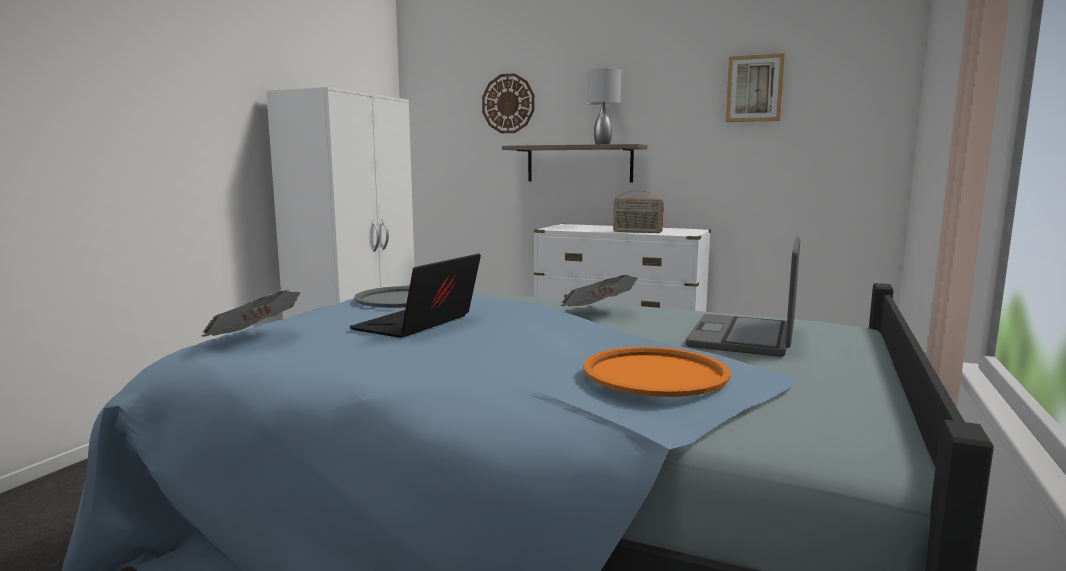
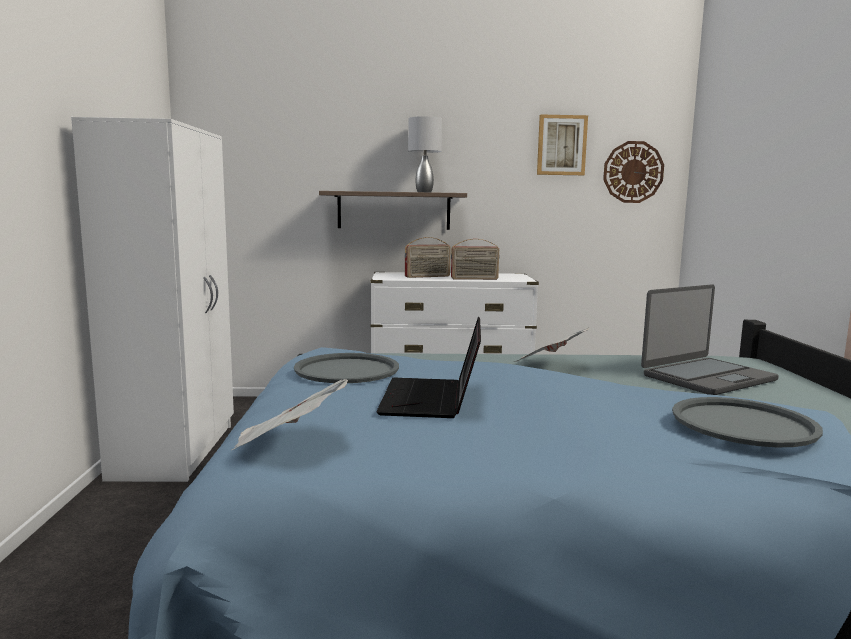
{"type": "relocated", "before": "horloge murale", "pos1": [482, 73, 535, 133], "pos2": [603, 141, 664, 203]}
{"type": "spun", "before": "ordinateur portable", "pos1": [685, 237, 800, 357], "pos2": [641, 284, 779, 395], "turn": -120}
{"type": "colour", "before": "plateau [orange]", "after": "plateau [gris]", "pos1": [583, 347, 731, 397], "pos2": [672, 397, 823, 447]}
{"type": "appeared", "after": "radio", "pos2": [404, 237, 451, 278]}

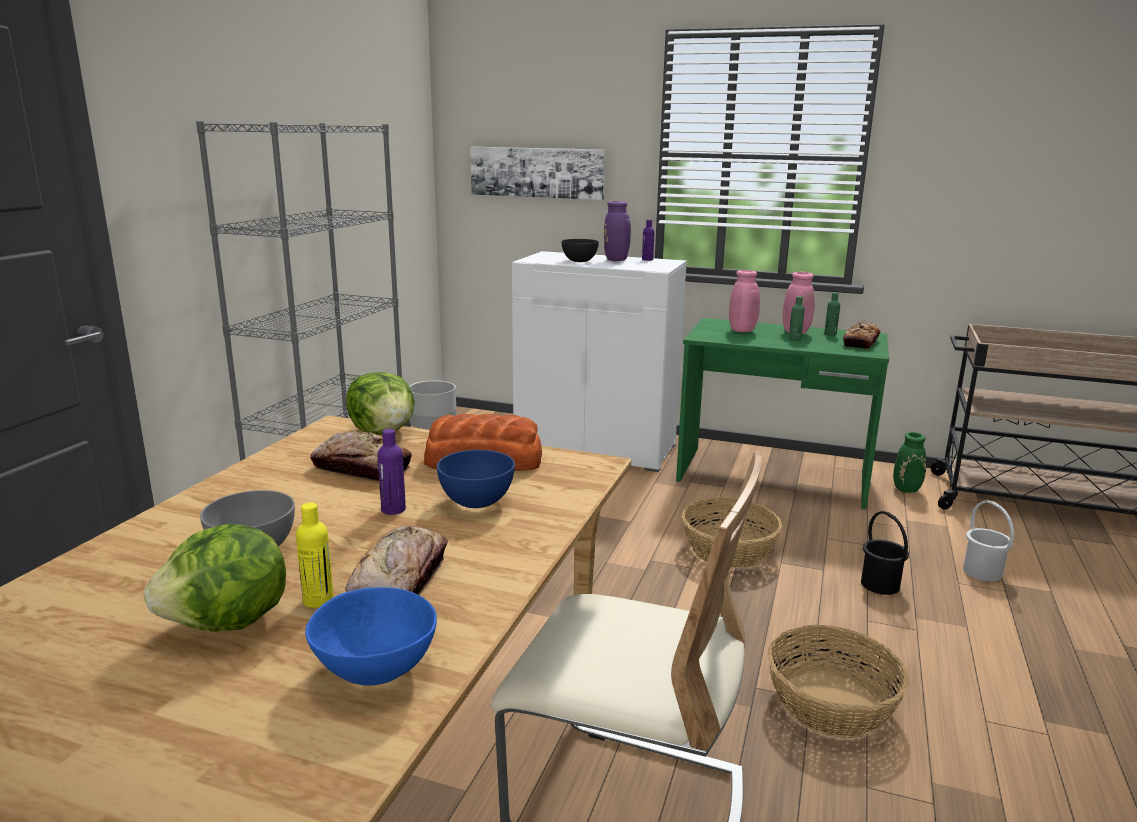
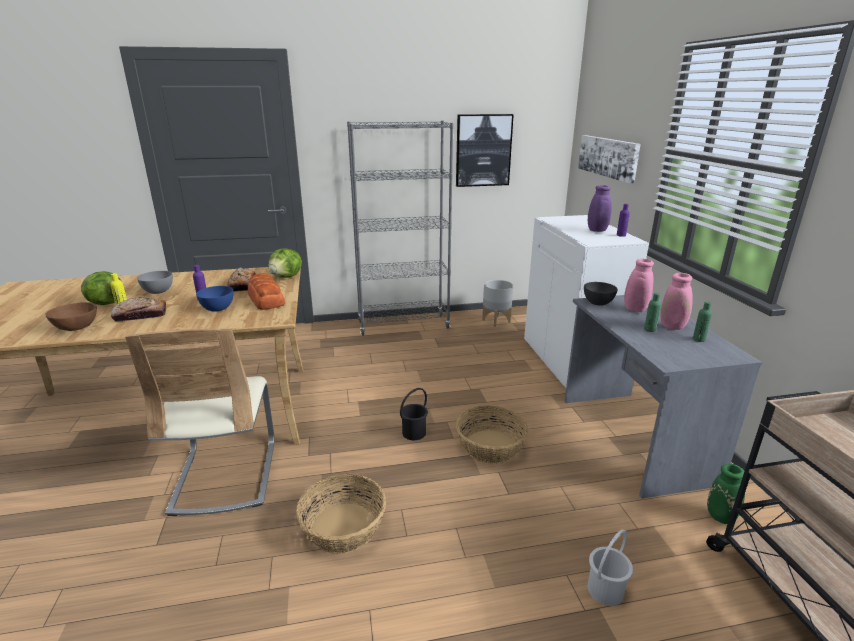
{"type": "relocated", "before": "bol [gris]", "pos1": [562, 239, 599, 262], "pos2": [584, 282, 618, 306]}
{"type": "colour", "before": "bureau [vert]", "after": "bureau [gris]", "pos1": [676, 318, 889, 509], "pos2": [564, 295, 762, 498]}
{"type": "missing", "before": "pain", "pos1": [843, 320, 881, 349]}
{"type": "relocated", "before": "seau [noir]", "pos1": [861, 511, 909, 595], "pos2": [400, 388, 428, 440]}
{"type": "colour", "before": "bol [bleu]", "after": "bol [marron]", "pos1": [305, 587, 437, 686], "pos2": [45, 302, 97, 331]}
{"type": "appeared", "after": "tableau", "pos2": [456, 114, 514, 187]}

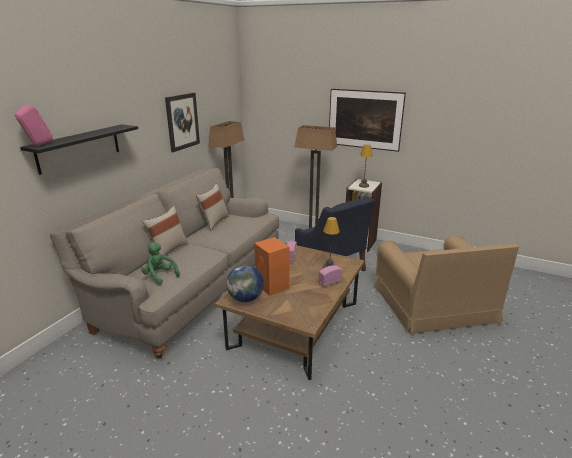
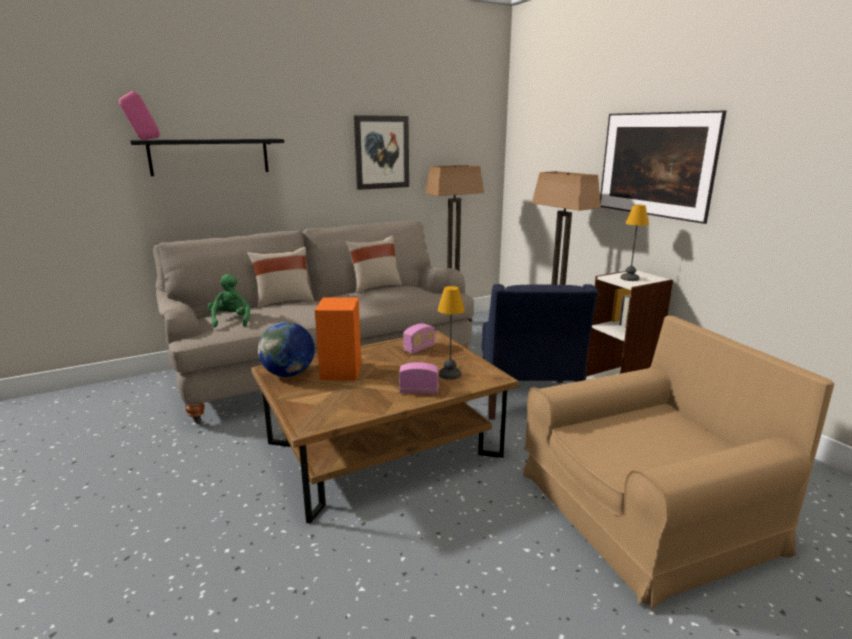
{"type": "spun", "before": "fauteuil [marron]", "pos1": [374, 235, 519, 336], "pos2": [523, 316, 835, 611], "turn": -135}

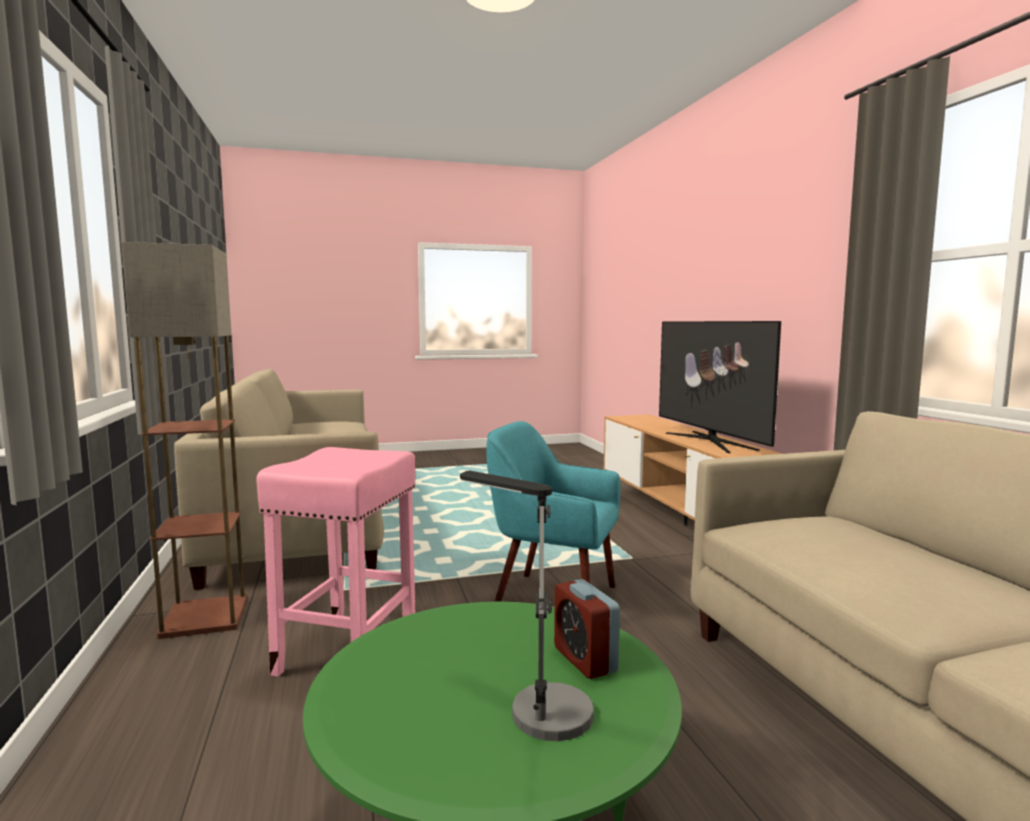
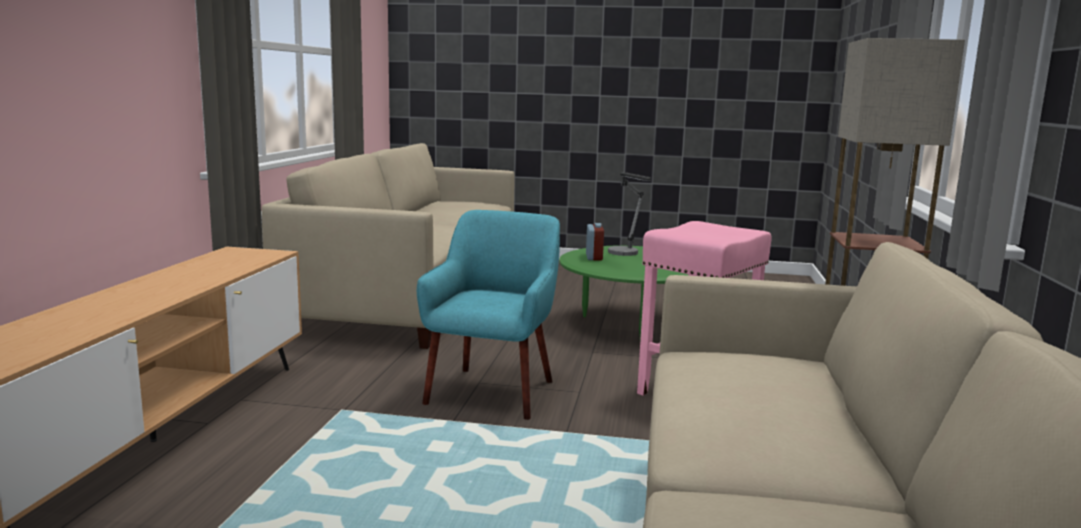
{"type": "missing", "before": "téléviseur", "pos1": [659, 321, 781, 453]}
{"type": "spun", "before": "fauteuil [turquoise]", "pos1": [486, 421, 621, 602], "pos2": [417, 210, 560, 420], "turn": -120}

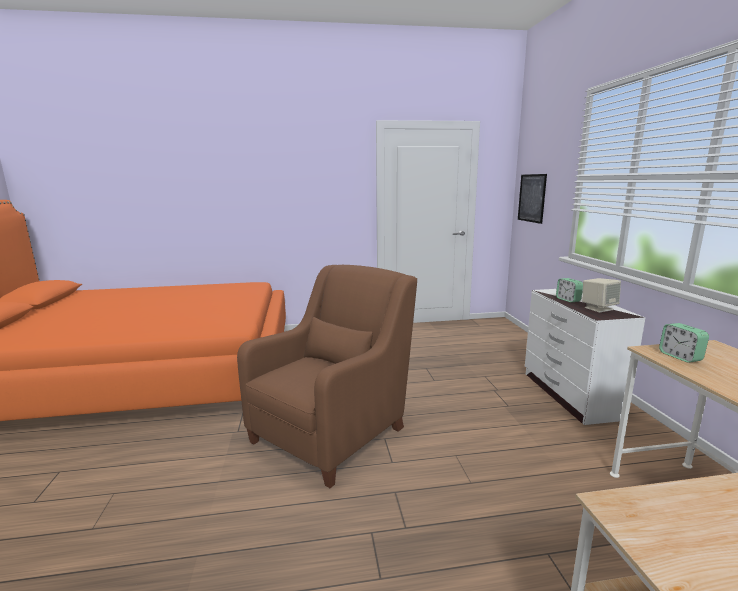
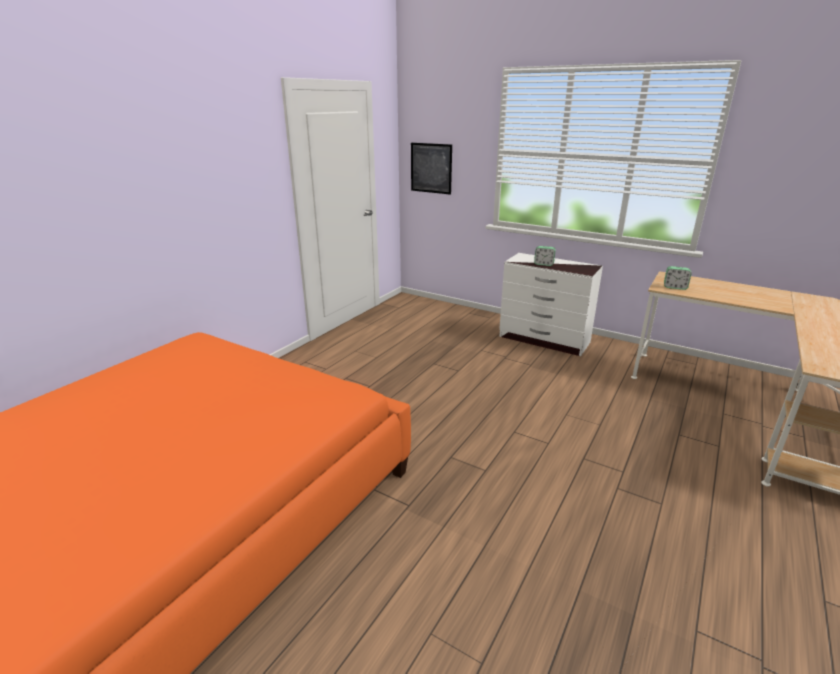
{"type": "missing", "before": "fauteuil [marron]", "pos1": [237, 265, 417, 488]}
{"type": "missing", "before": "enceinte [beige]", "pos1": [582, 278, 621, 313]}

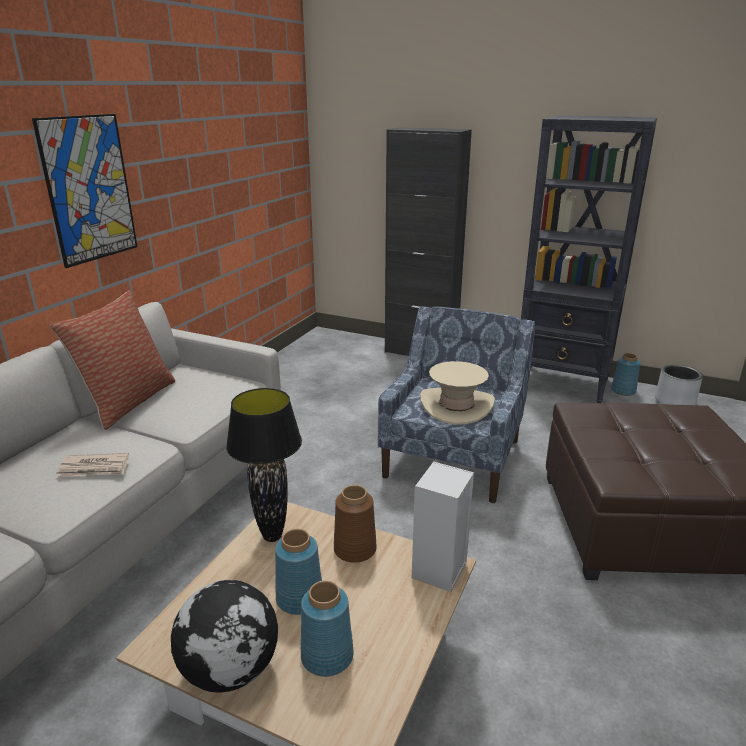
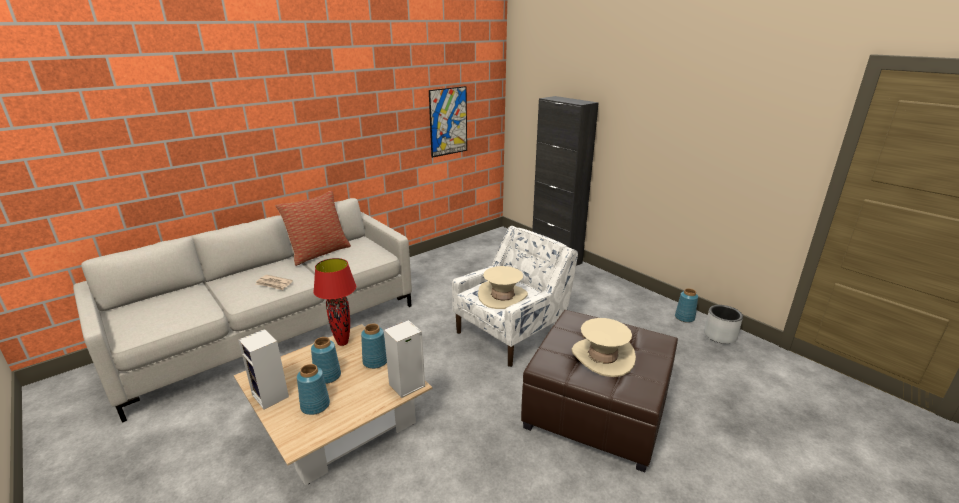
{"type": "relocated", "before": "tableau", "pos1": [32, 114, 138, 268], "pos2": [429, 86, 467, 158]}
{"type": "missing", "before": "bibliothèque [noir]", "pos1": [521, 115, 657, 403]}
{"type": "colour", "before": "fauteuil [bleu]", "after": "fauteuil [blanc]", "pos1": [378, 306, 535, 503], "pos2": [452, 226, 578, 367]}
{"type": "colour", "before": "lampe de table [noir]", "after": "lampe de table [rouge]", "pos1": [226, 388, 302, 542], "pos2": [313, 258, 356, 346]}
{"type": "colour", "before": "vase [marron]", "after": "vase [bleu]", "pos1": [334, 485, 377, 563], "pos2": [361, 324, 387, 369]}
{"type": "exchanged", "before": "globe", "after": "enceinte", "pos1": [171, 580, 278, 693], "pos2": [238, 329, 289, 409]}
{"type": "appeared", "after": "chapeau [beige]", "pos2": [572, 318, 636, 377]}

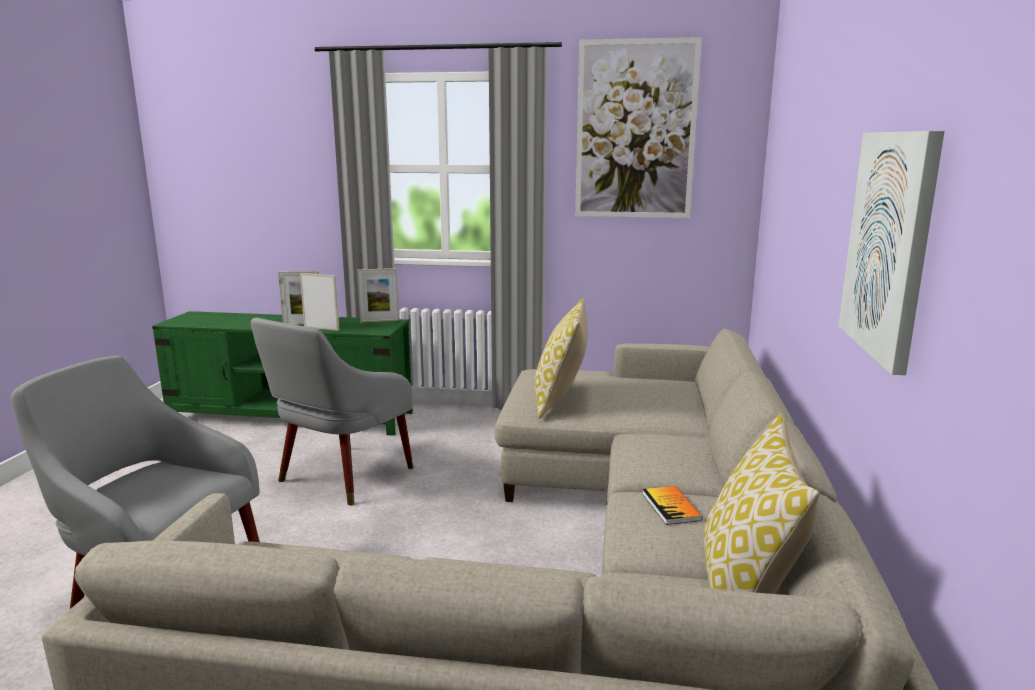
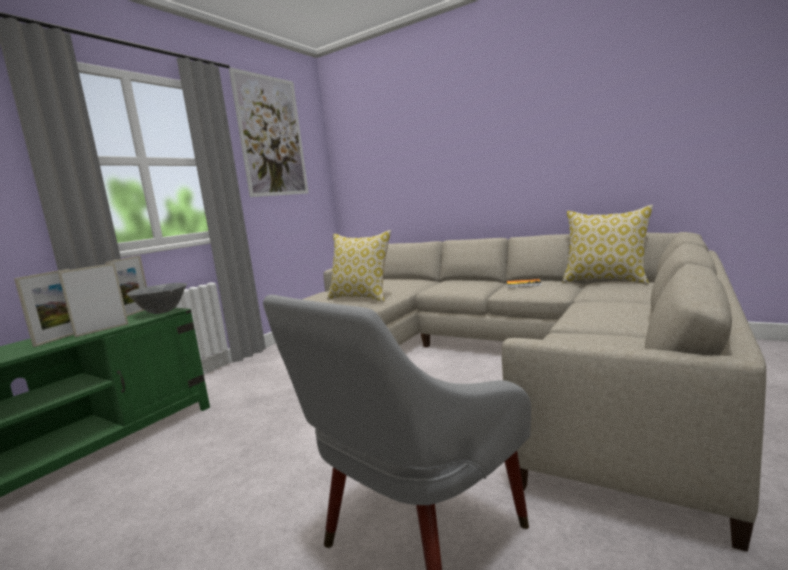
{"type": "missing", "before": "tableau", "pos1": [839, 131, 945, 375]}
{"type": "missing", "before": "fauteuil [gris]", "pos1": [251, 318, 413, 506]}
{"type": "appeared", "after": "bol [gris]", "pos2": [126, 283, 187, 314]}

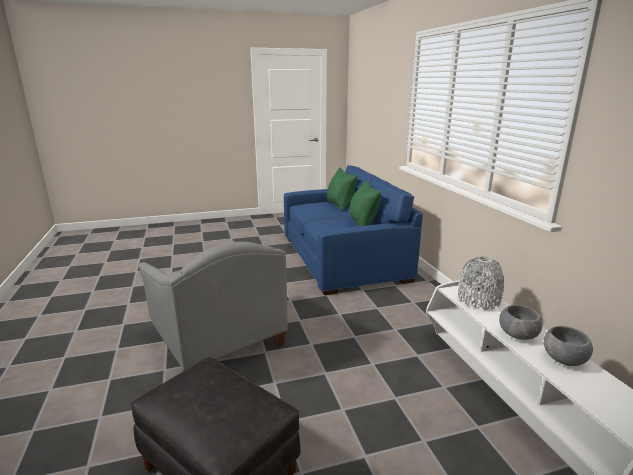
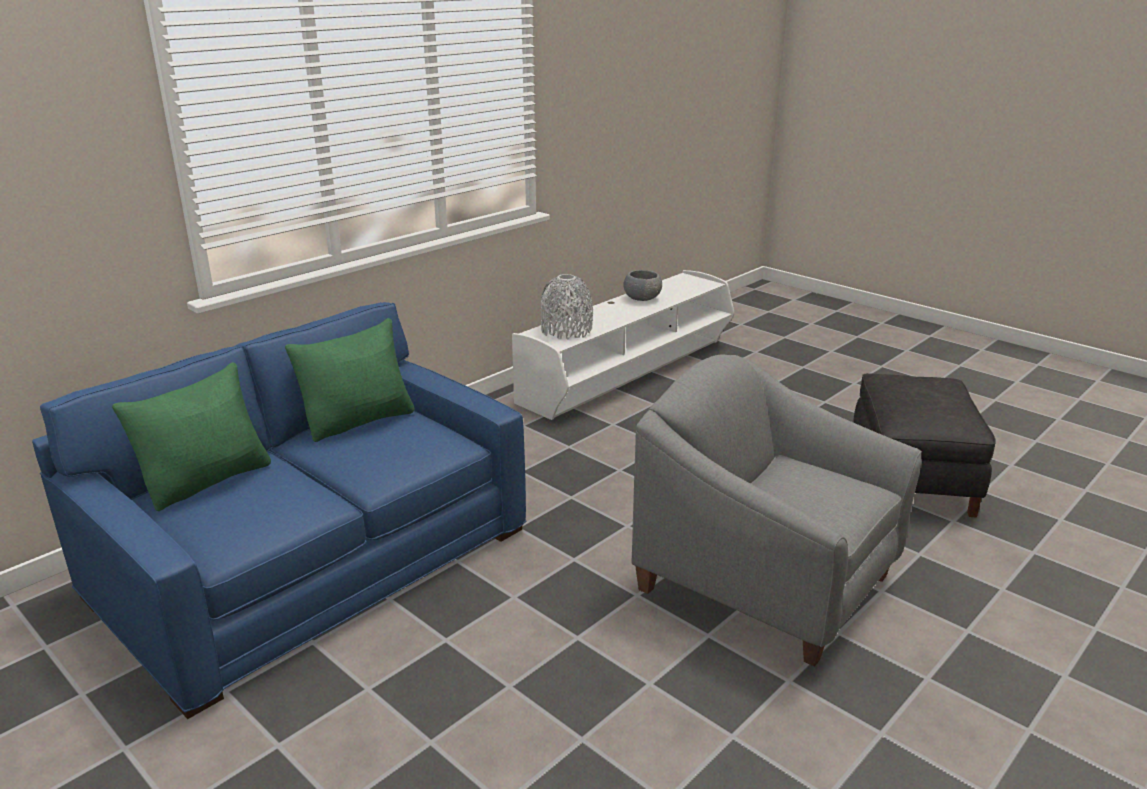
{"type": "spun", "before": "fauteuil [gris]", "pos1": [138, 241, 288, 371], "pos2": [631, 354, 922, 667], "turn": -75}
{"type": "missing", "before": "bol [gris]", "pos1": [499, 305, 543, 340]}

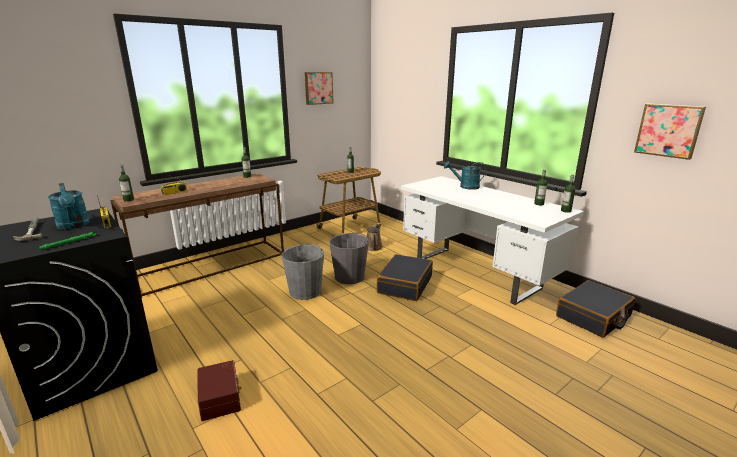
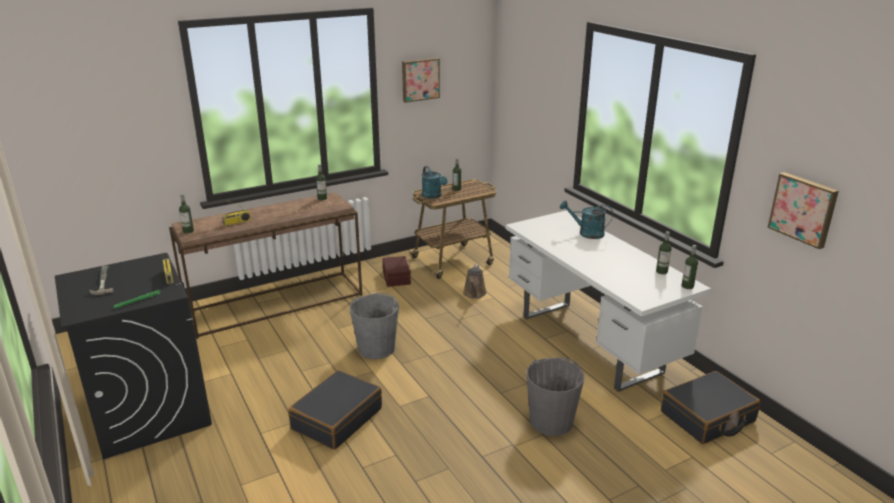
{"type": "relocated", "before": "arrosoir [turquoise]", "pos1": [48, 183, 90, 230], "pos2": [422, 166, 448, 199]}
{"type": "relocated", "before": "seau [gris]", "pos1": [329, 233, 369, 284], "pos2": [526, 358, 584, 436]}
{"type": "relocated", "before": "valise [noir]", "pos1": [377, 254, 433, 301], "pos2": [289, 370, 382, 450]}
{"type": "relocated", "before": "boîte de rangement [marron]", "pos1": [197, 360, 241, 421], "pos2": [383, 256, 411, 287]}

